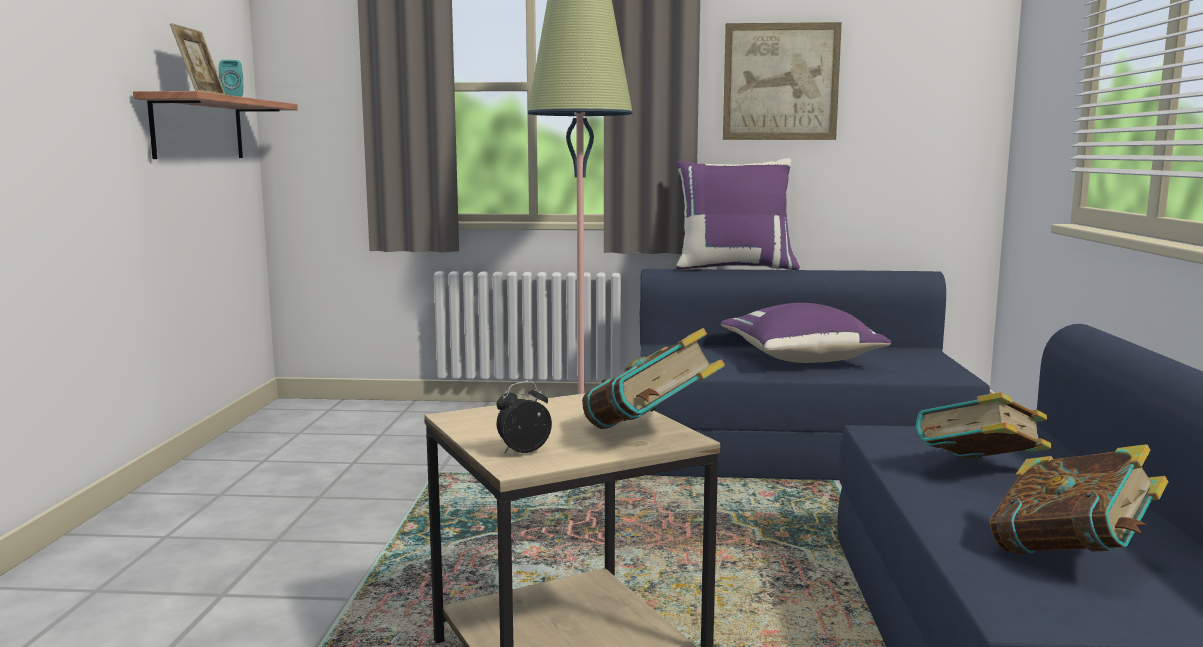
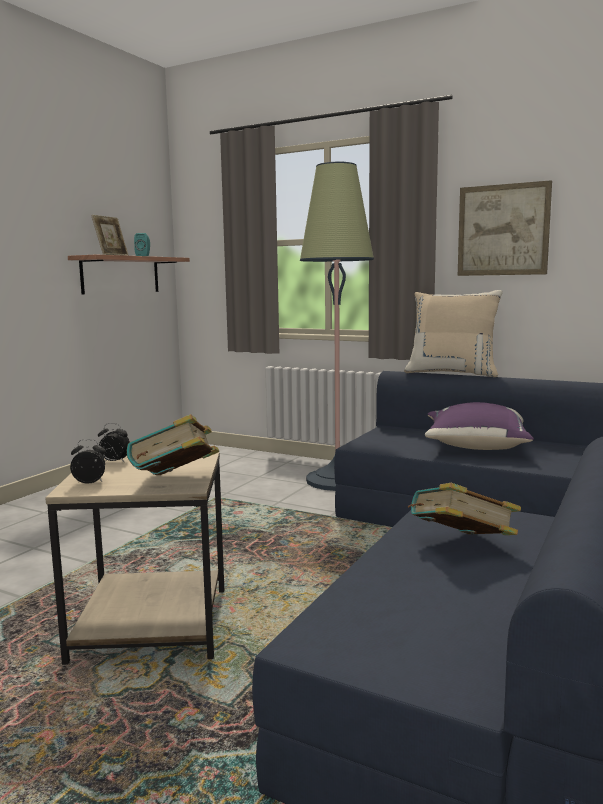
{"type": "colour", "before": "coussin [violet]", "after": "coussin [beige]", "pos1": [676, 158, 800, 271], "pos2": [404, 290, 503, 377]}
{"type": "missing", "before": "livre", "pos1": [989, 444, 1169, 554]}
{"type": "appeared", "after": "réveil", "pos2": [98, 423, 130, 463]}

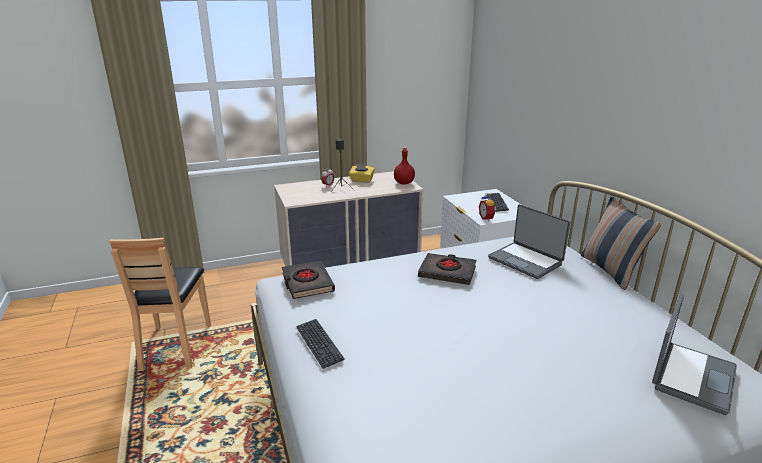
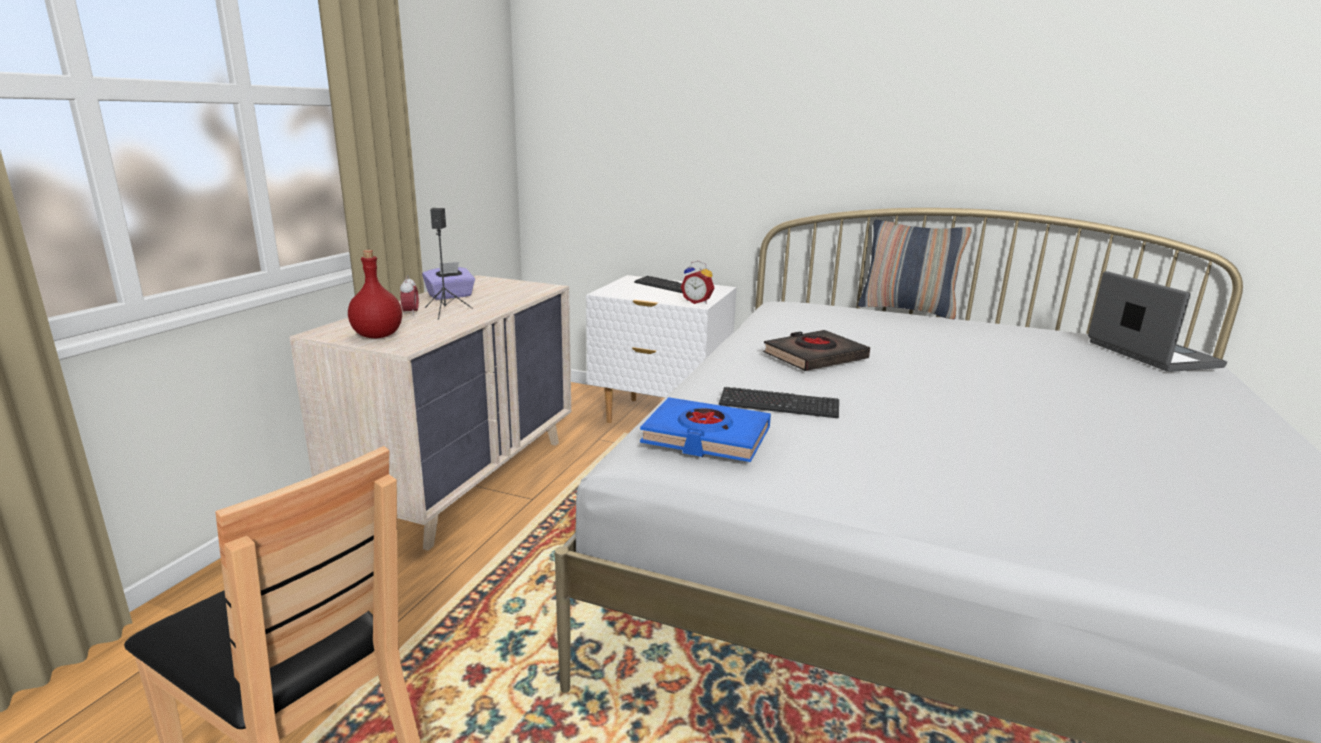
{"type": "relocated", "before": "bouteille [rouge]", "pos1": [394, 147, 415, 184], "pos2": [348, 250, 402, 338]}
{"type": "colour", "before": "boîte à mouchoirs [jaune]", "after": "boîte à mouchoirs [violet]", "pos1": [349, 164, 375, 183], "pos2": [422, 262, 475, 300]}
{"type": "missing", "before": "ordinateur portable", "pos1": [488, 204, 570, 279]}
{"type": "colour", "before": "livre [noir]", "after": "livre [bleu]", "pos1": [282, 261, 335, 299], "pos2": [640, 397, 771, 462]}
{"type": "relocated", "before": "clavier", "pos1": [296, 319, 345, 369], "pos2": [719, 387, 839, 418]}

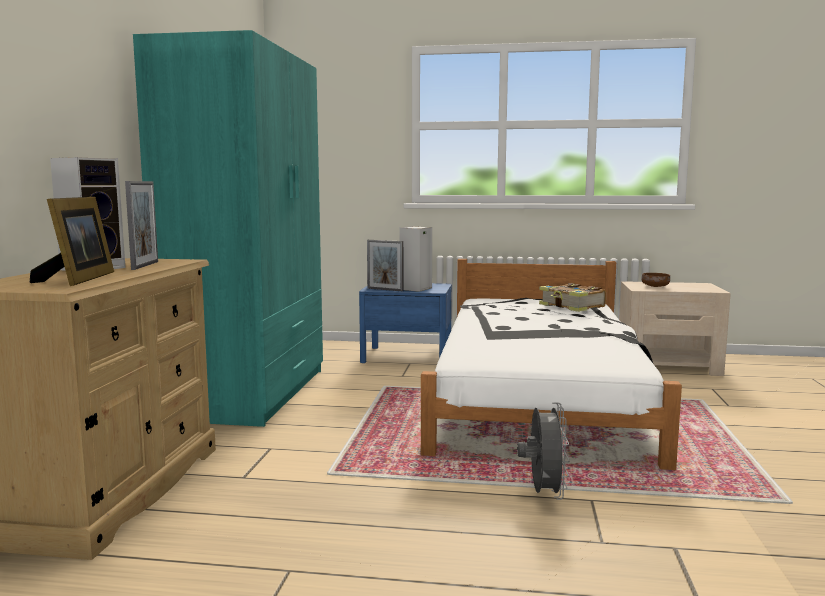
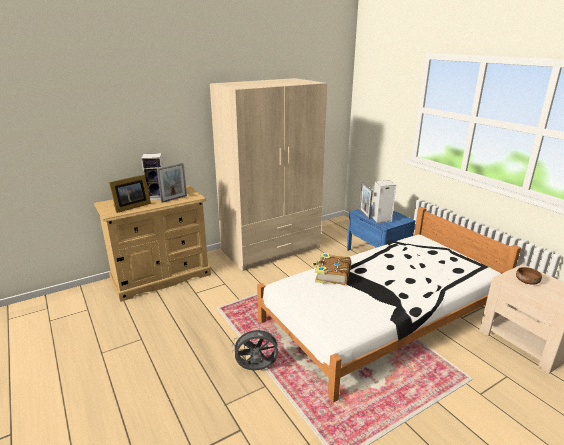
{"type": "colour", "before": "armoire [turquoise]", "after": "armoire [beige]", "pos1": [133, 30, 323, 427], "pos2": [210, 78, 327, 271]}
{"type": "relocated", "before": "livre", "pos1": [539, 283, 606, 312], "pos2": [312, 253, 351, 285]}
{"type": "spun", "before": "ventilateur [gris]", "pos1": [517, 402, 570, 500], "pos2": [232, 327, 280, 371], "turn": -150}

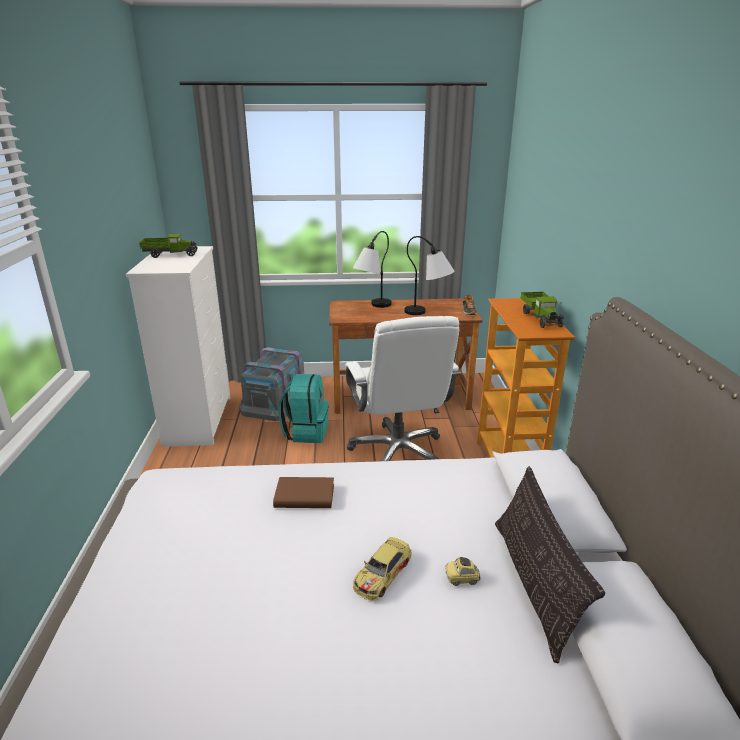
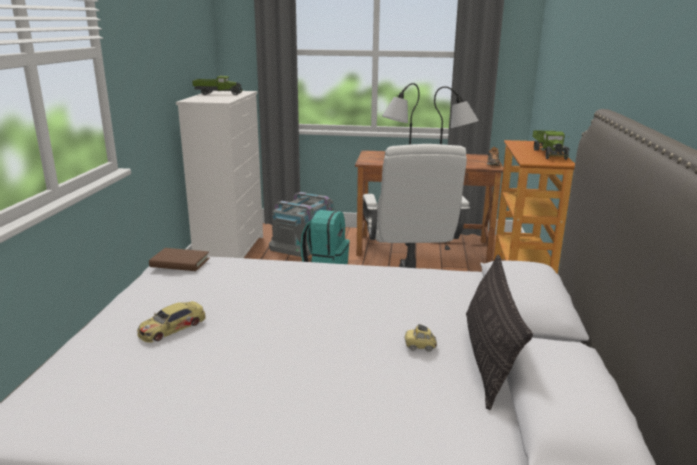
{"type": "relocated", "before": "livre [marron]", "pos1": [273, 477, 334, 508], "pos2": [149, 248, 210, 271]}
{"type": "relocated", "before": "petite voiture", "pos1": [353, 537, 411, 601], "pos2": [137, 301, 205, 342]}

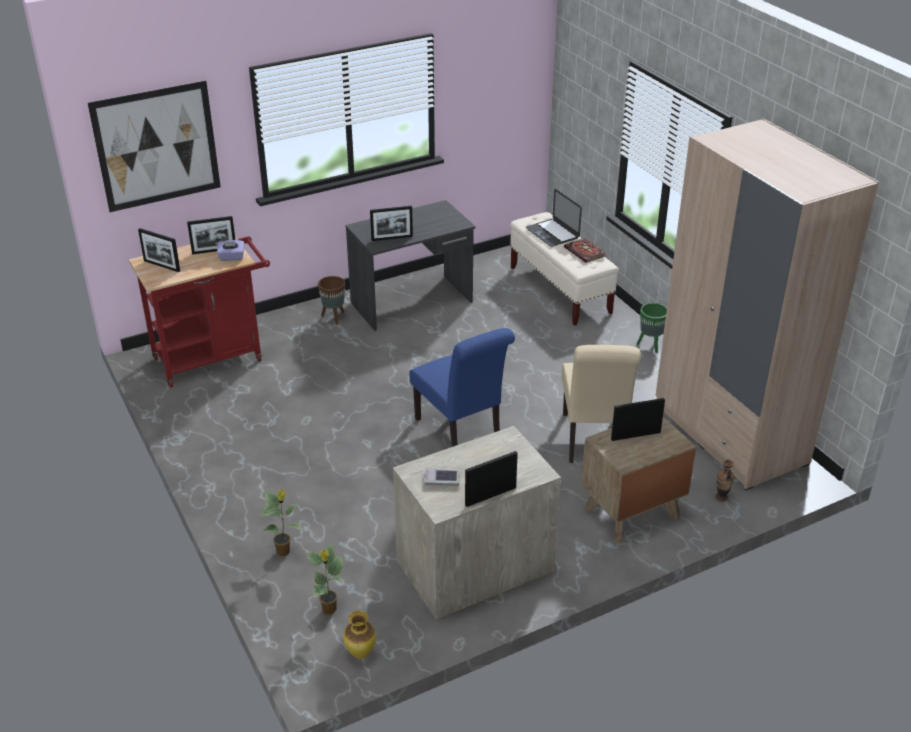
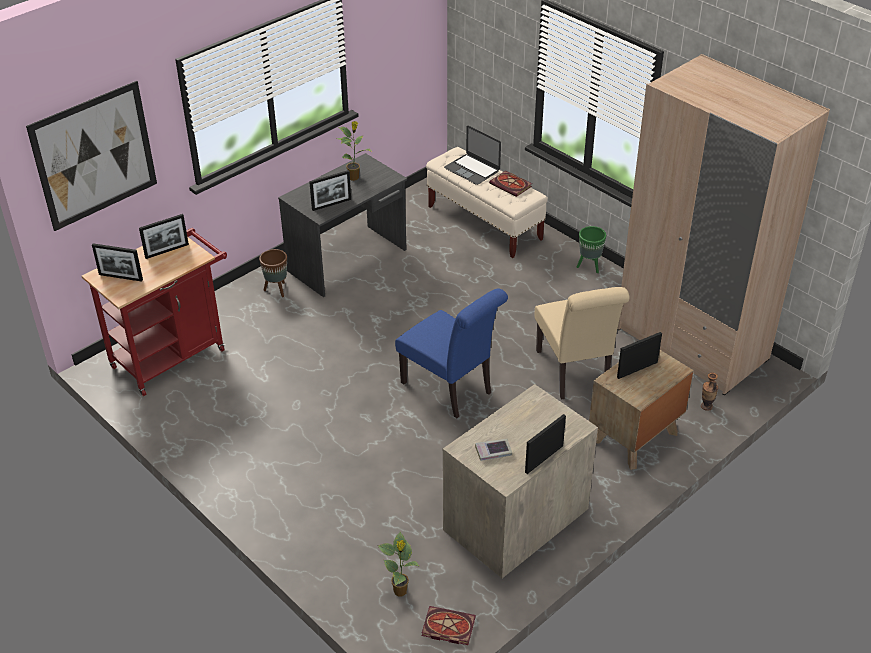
{"type": "missing", "before": "boîte à mouchoirs [violet]", "pos1": [217, 240, 244, 261]}
{"type": "relocated", "before": "plante en pot", "pos1": [259, 490, 300, 556], "pos2": [336, 121, 371, 181]}
{"type": "exchanged", "before": "vase", "after": "livre", "pos1": [343, 610, 376, 659], "pos2": [422, 606, 476, 645]}

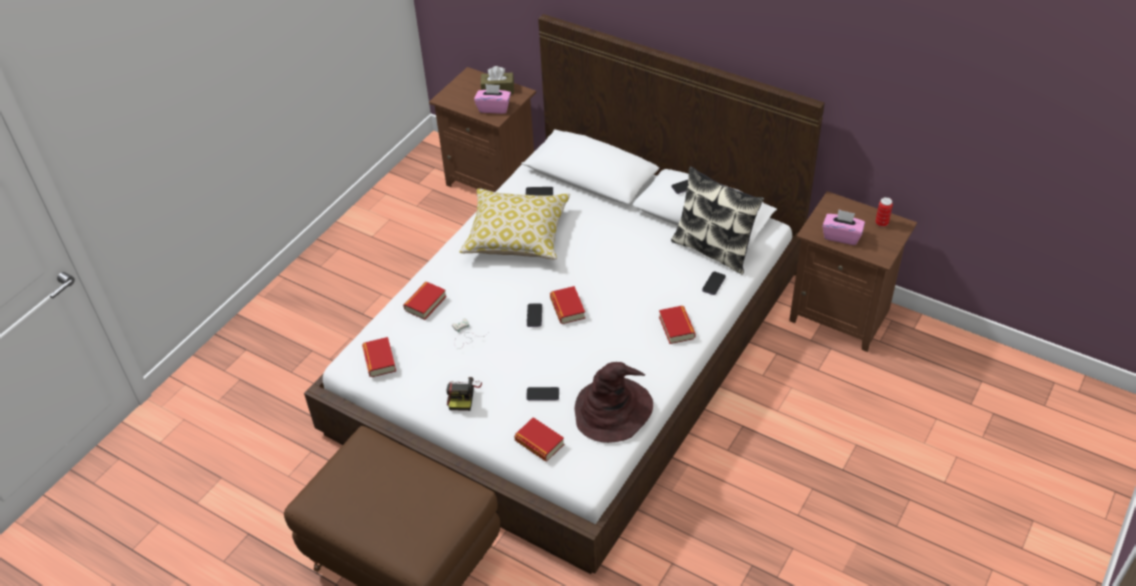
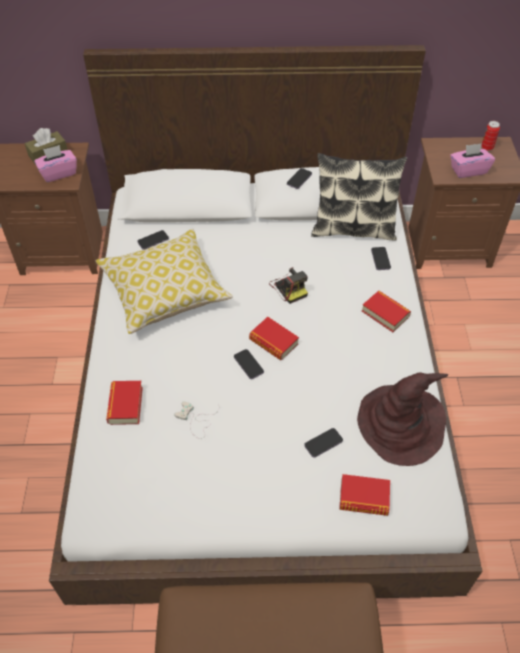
{"type": "missing", "before": "livre", "pos1": [362, 337, 396, 377]}
{"type": "relocated", "before": "appareil photo", "pos1": [446, 377, 482, 411], "pos2": [269, 267, 308, 304]}

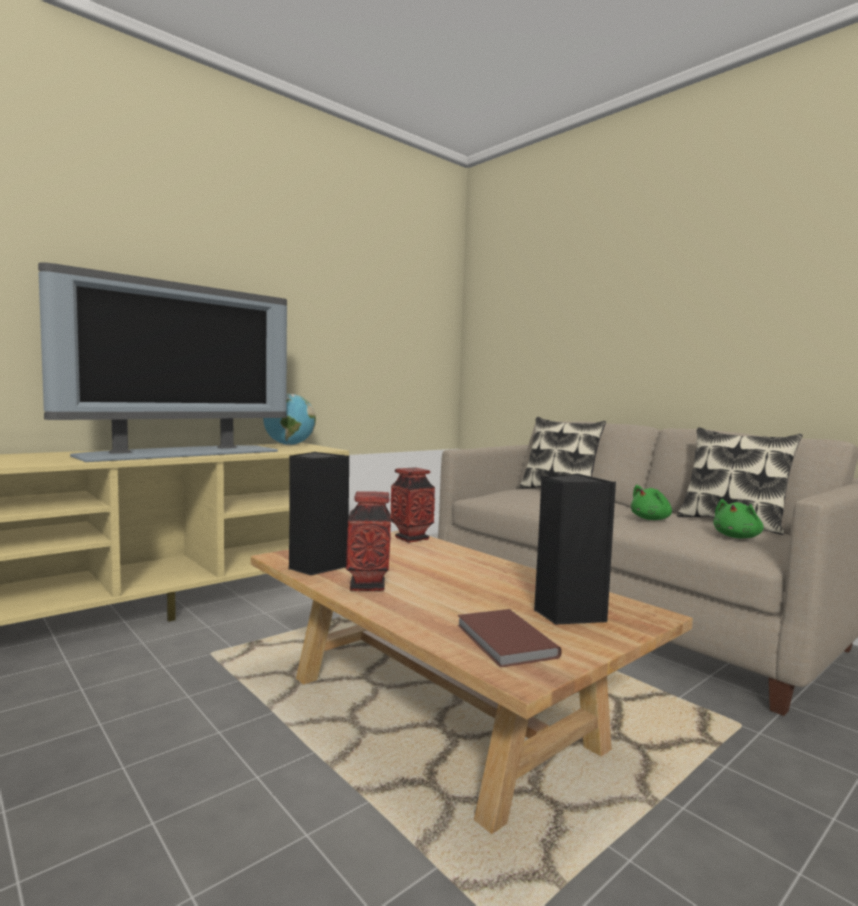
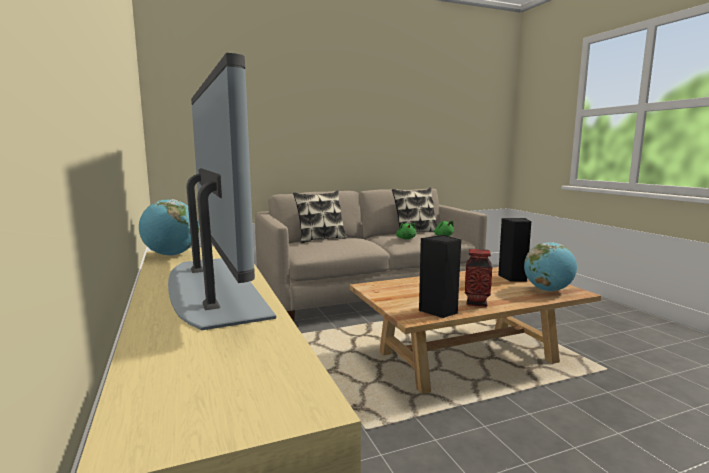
{"type": "missing", "before": "vase", "pos1": [391, 467, 435, 543]}
{"type": "exchanged", "before": "livre [marron]", "after": "globe", "pos1": [457, 609, 562, 668], "pos2": [524, 242, 577, 291]}

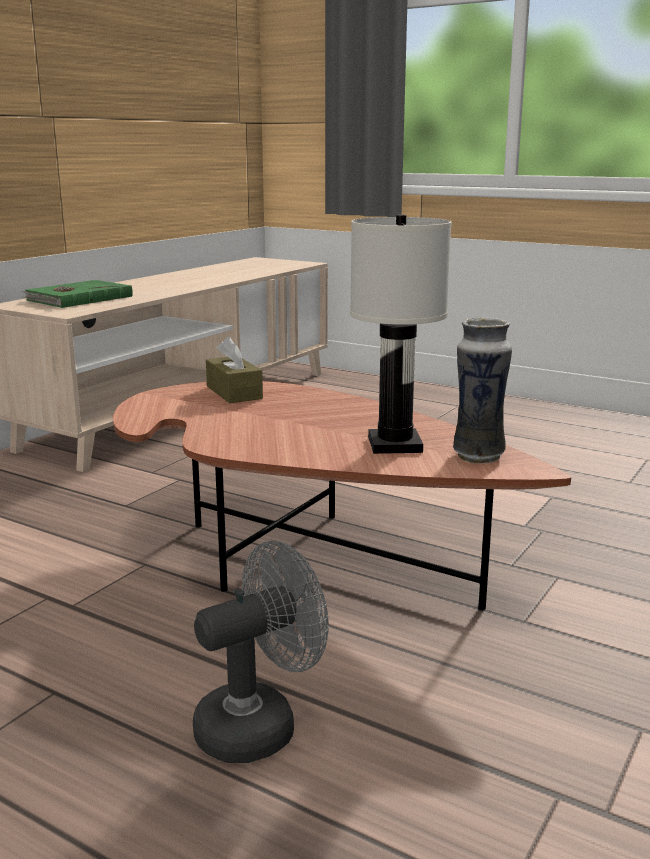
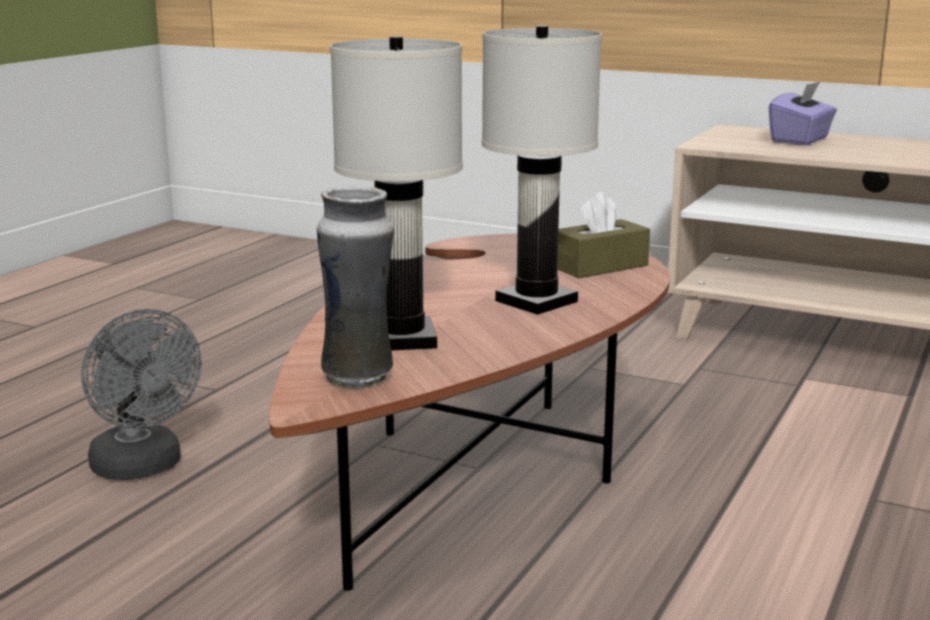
{"type": "exchanged", "before": "livre [vert]", "after": "boîte à mouchoirs [violet]", "pos1": [22, 280, 133, 308], "pos2": [769, 82, 837, 145]}
{"type": "appeared", "after": "lampe de table [blanc]", "pos2": [482, 26, 602, 315]}

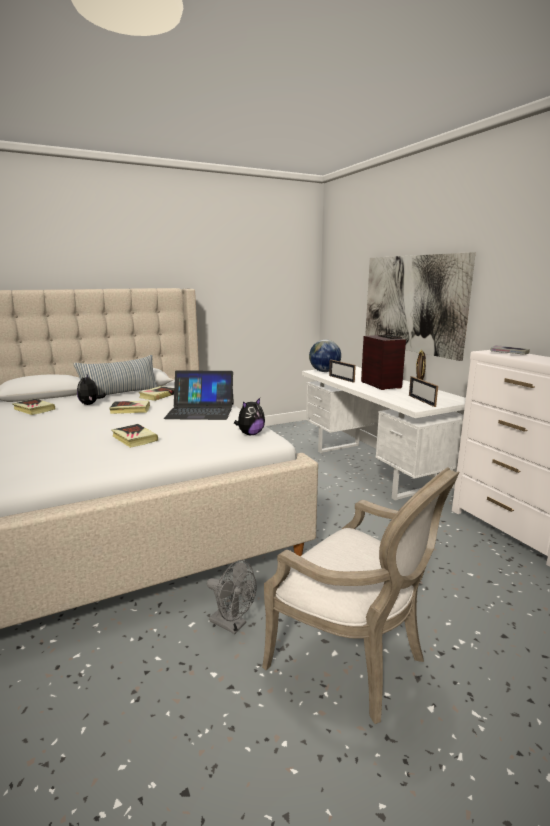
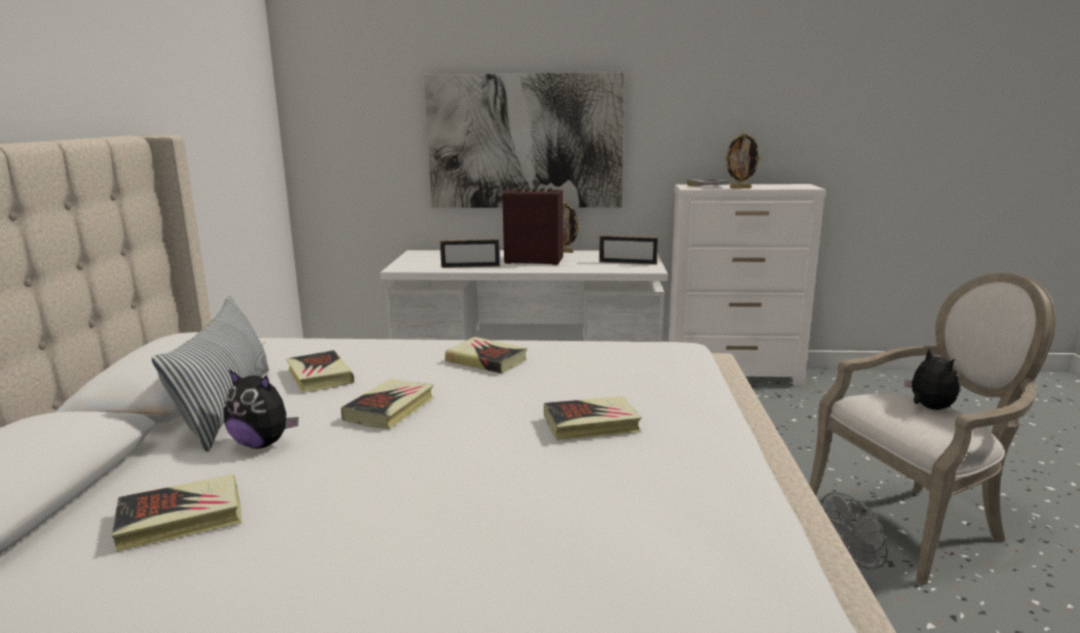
{"type": "missing", "before": "globe", "pos1": [309, 340, 341, 372]}
{"type": "exchanged", "before": "ordinateur portable", "after": "livre", "pos1": [164, 370, 234, 420], "pos2": [445, 337, 527, 373]}
{"type": "relocated", "before": "peluche", "pos1": [234, 398, 265, 435], "pos2": [904, 348, 959, 410]}
{"type": "appeared", "after": "cadre photo", "pos2": [725, 132, 761, 189]}

